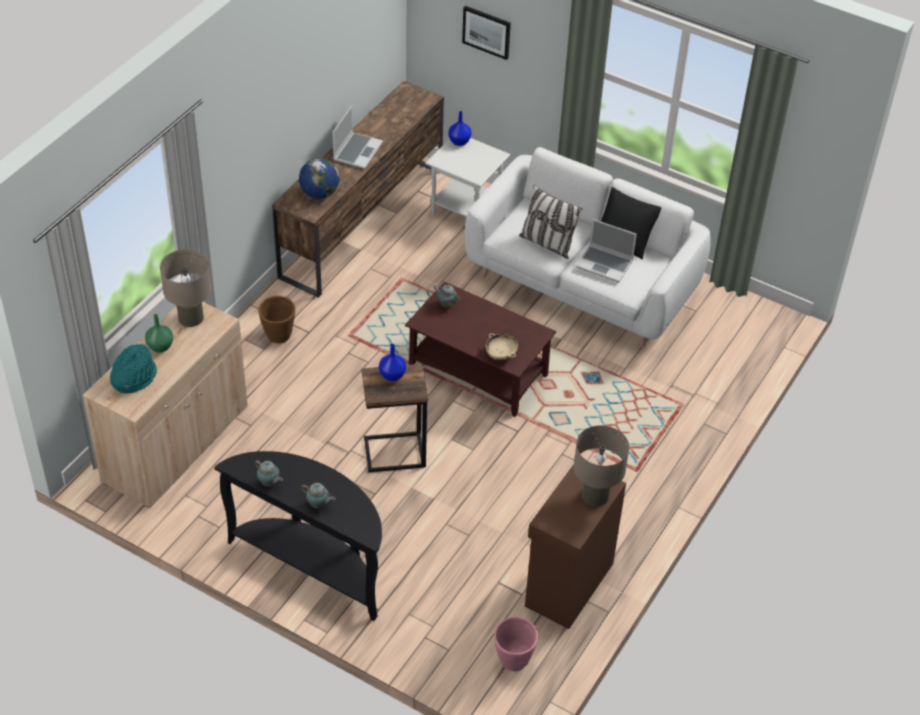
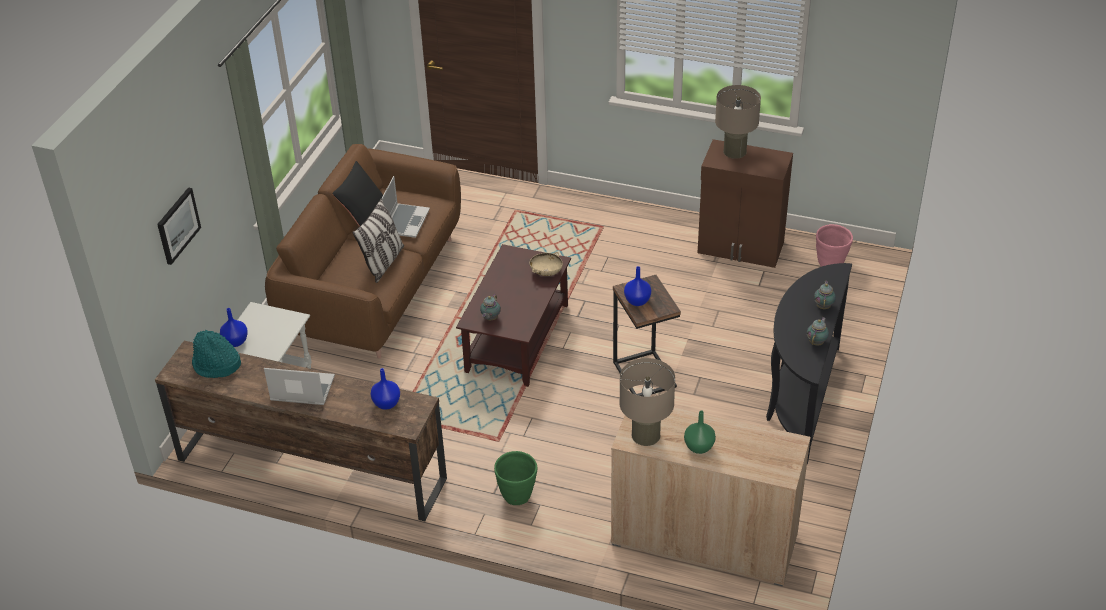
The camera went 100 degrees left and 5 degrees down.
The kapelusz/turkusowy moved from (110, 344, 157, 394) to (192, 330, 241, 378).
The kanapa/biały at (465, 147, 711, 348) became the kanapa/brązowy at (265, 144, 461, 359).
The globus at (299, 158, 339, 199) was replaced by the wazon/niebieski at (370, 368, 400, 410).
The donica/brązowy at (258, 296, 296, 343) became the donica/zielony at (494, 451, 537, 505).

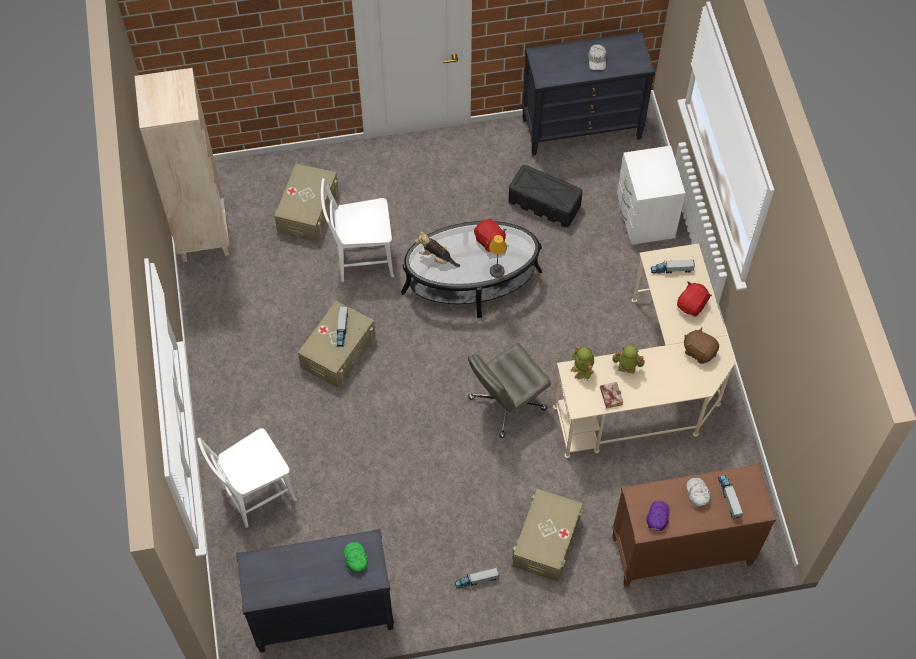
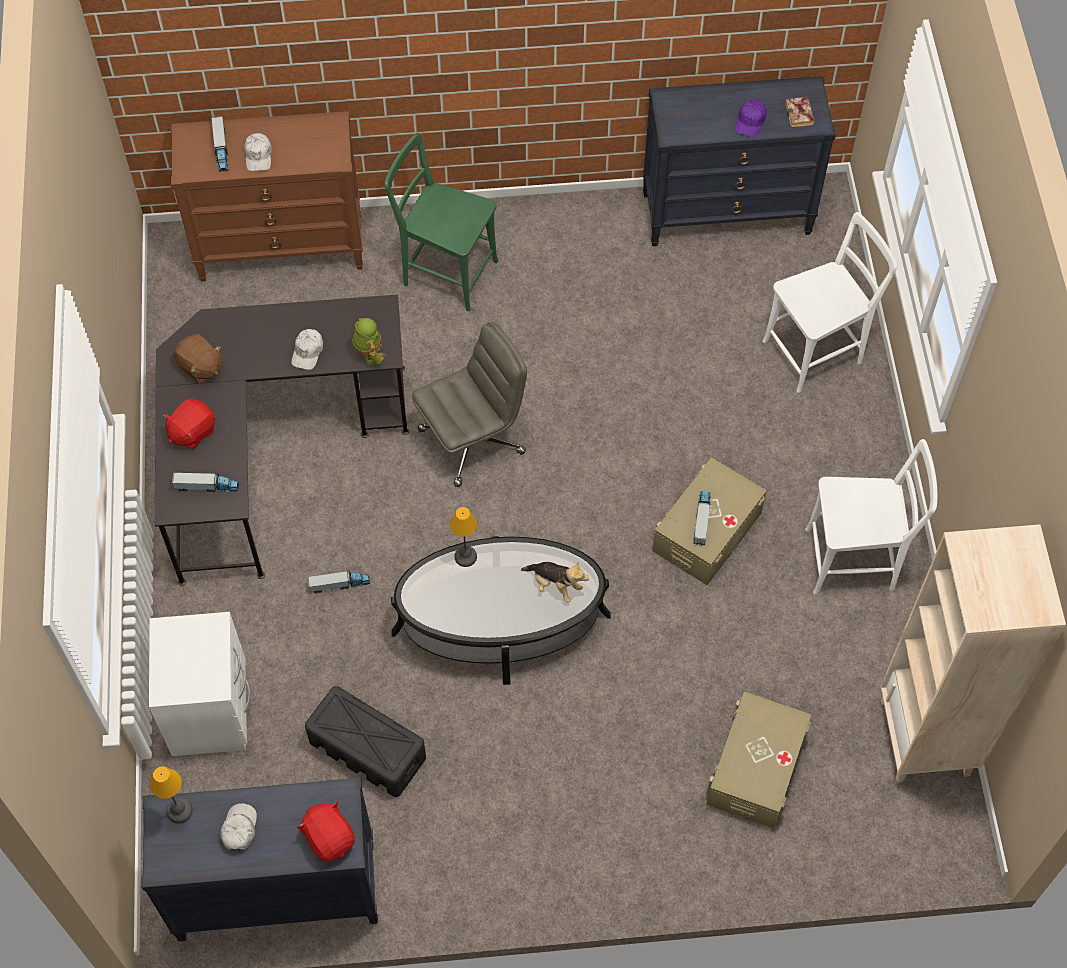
The camera went 175 degrees left and 0 degrees up.
The lampa stołowa at (150, 766, 193, 824) appeared.
The biurko/beżowy at (553, 243, 735, 458) became the biurko/czarny at (155, 295, 409, 586).
The robot zabawkowy at (613, 345, 645, 374) was replaced by the czapka z daszkiem/biały at (291, 329, 323, 370).
The pluszak/czerwony moved from (474, 219, 507, 252) to (297, 801, 355, 862).
The ciężarówka zabawkowa moved from (455, 568, 499, 589) to (307, 570, 370, 593).
The pojemnik do przechowywania/beżowy at (512, 489, 583, 582) was replaced by the krzesło/zielony at (384, 133, 498, 311).
The czapka z daszkiem/fioletowy moved from (647, 501, 670, 531) to (735, 100, 766, 138).
The książka moved from (600, 382, 623, 409) to (785, 97, 814, 128).
The krzesło/biały moved from (321, 178, 394, 282) to (805, 439, 937, 595).
The czapka z daszkiem/zielony at (344, 542, 368, 573) disappeared.

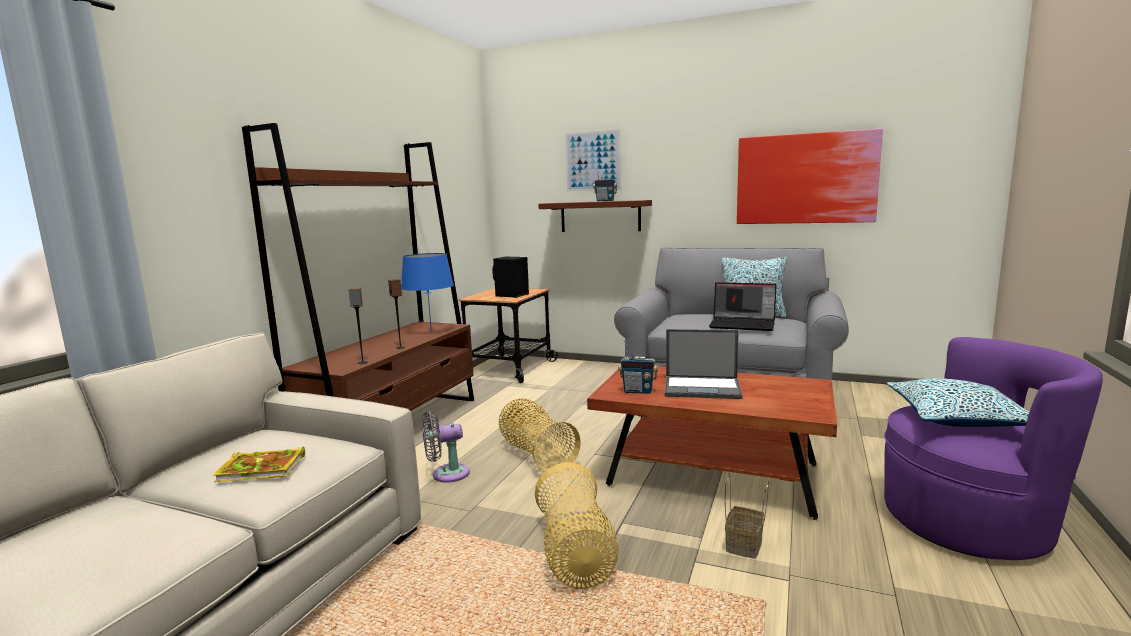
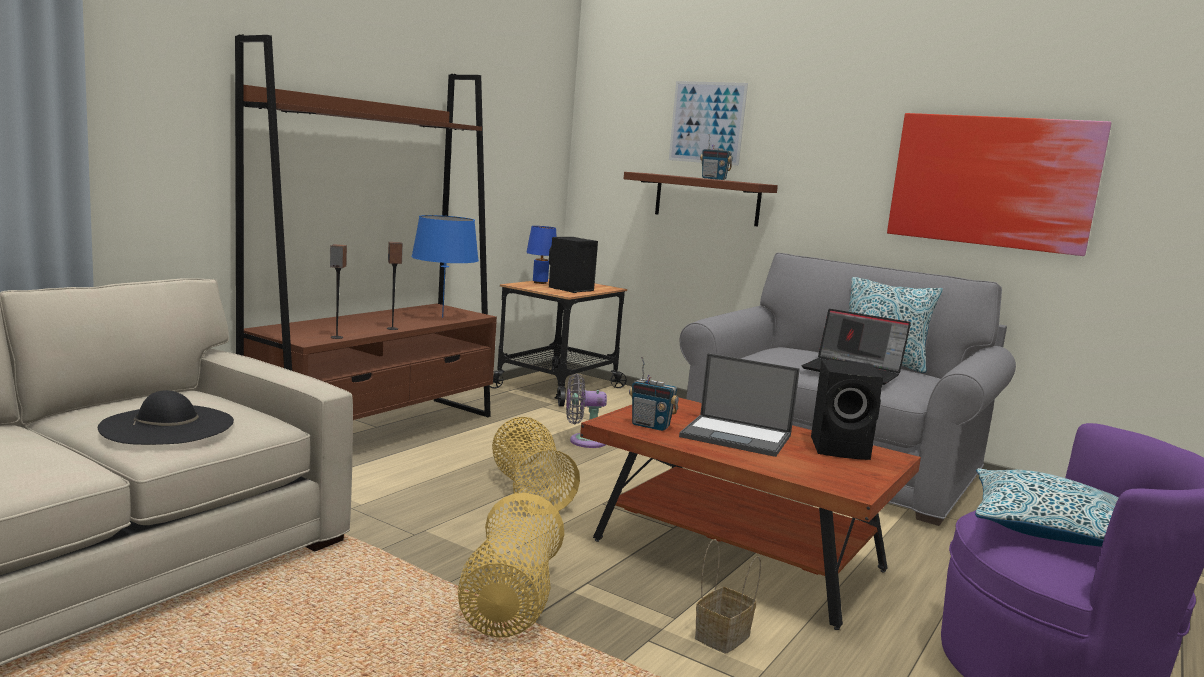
The camera went 10 degrees right and 0 degrees up.
The książka at (213, 447, 305, 482) was replaced by the kapelusz/czarny at (98, 390, 234, 445).
The lampa stołowa/niebieski at (526, 226, 557, 284) appeared.
The wentylator/szary moved from (422, 411, 470, 483) to (566, 374, 607, 448).
The głośnik/czarny at (811, 359, 883, 460) appeared.

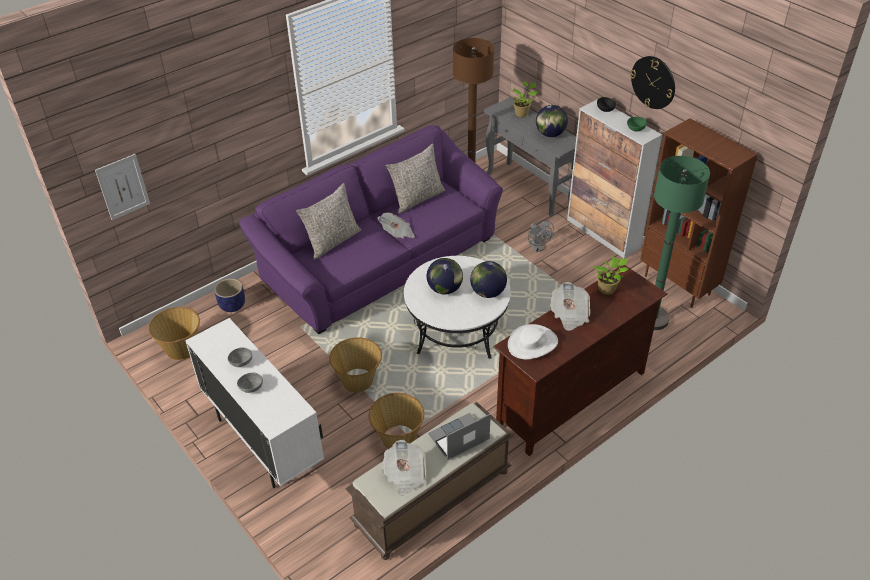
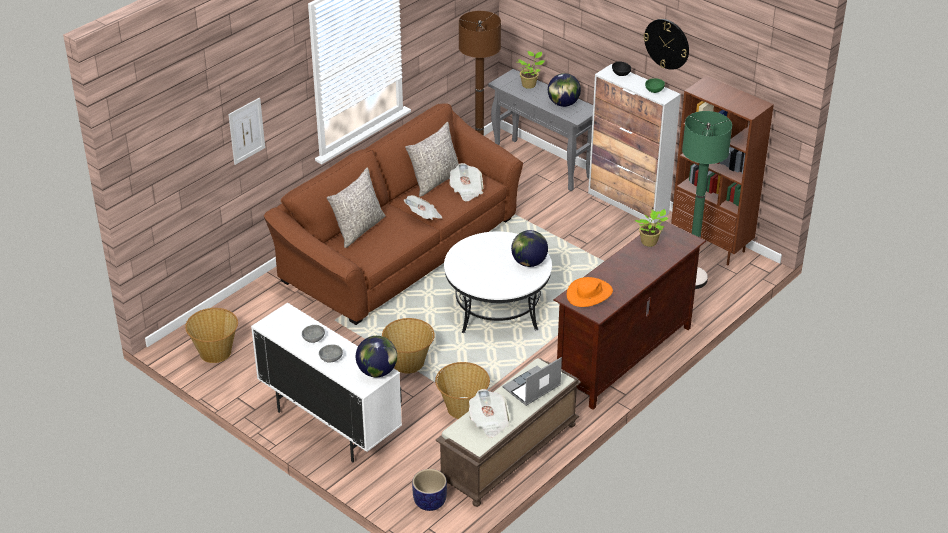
The camera went 10 degrees left and 5 degrees down.
The obraz moved from (95, 154, 150, 220) to (228, 98, 265, 165).
The kanapa/fioletowy at (239, 125, 503, 334) became the kanapa/brązowy at (264, 103, 523, 325).
The globus moved from (427, 258, 463, 295) to (356, 336, 397, 377).
The donica moved from (214, 278, 245, 312) to (412, 469, 447, 511).
The gazeta moved from (550, 282, 590, 331) to (449, 163, 483, 202).
The kapelusz/biały at (508, 324, 558, 359) became the kapelusz/pomarańczowy at (567, 277, 613, 307).
The wentylator/szary at (528, 220, 554, 252) disappeared.

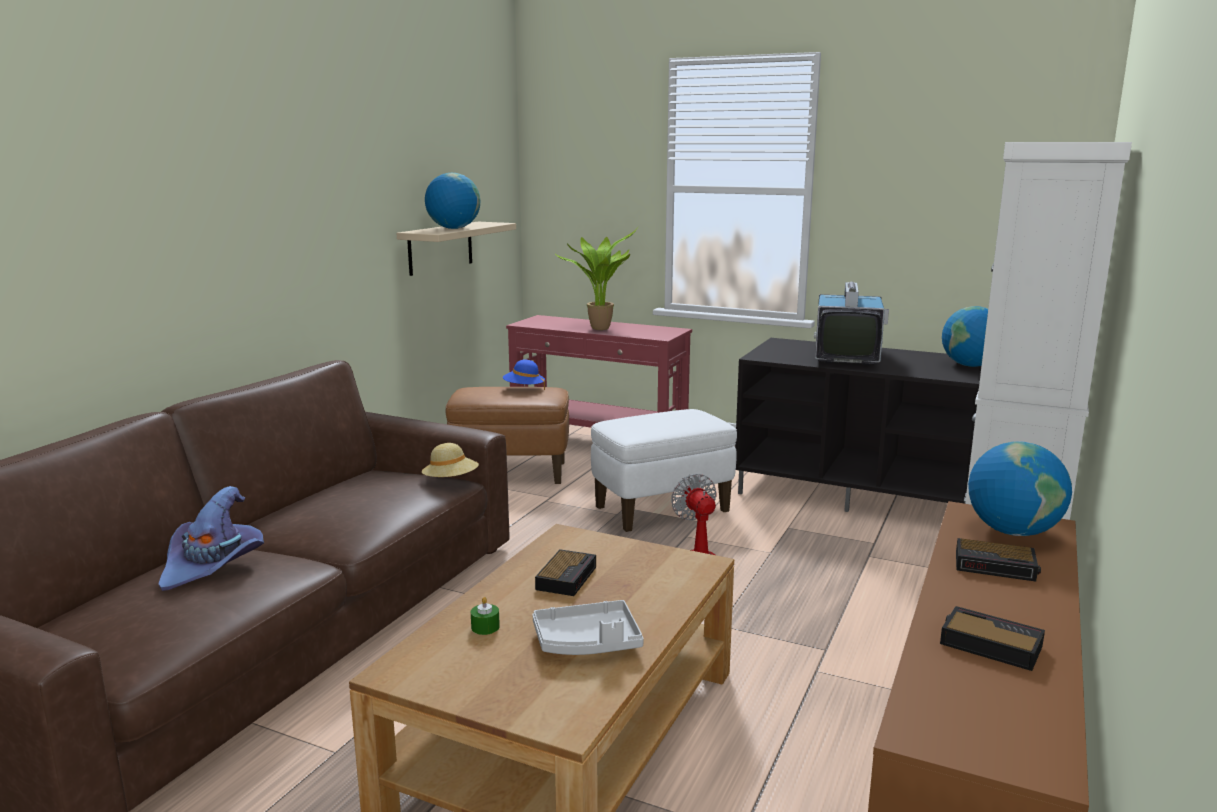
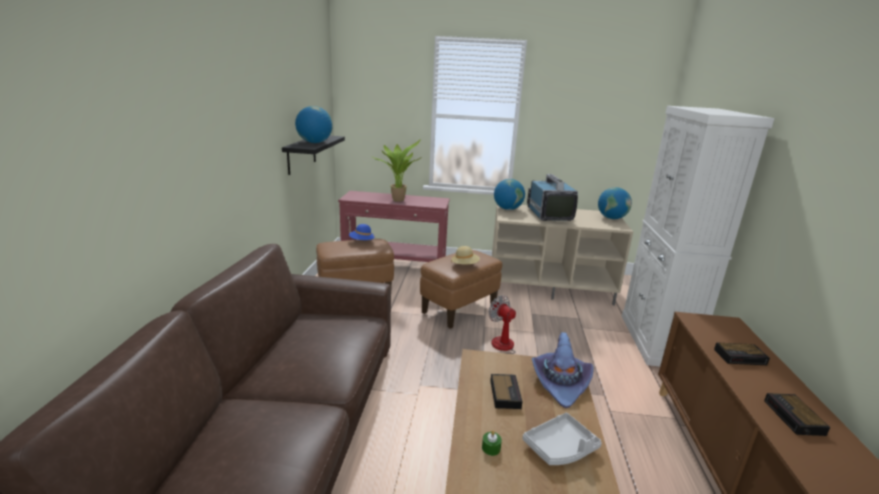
The camera went 20 degrees left and 5 degrees up.
The półka/beżowy at (396, 222, 516, 276) became the półka/czarny at (282, 136, 345, 175).
The pufa/biały at (591, 409, 737, 532) became the pufa/brązowy at (420, 250, 502, 329).
The kapelusz/beżowy moved from (422, 443, 479, 477) to (451, 246, 480, 264).
The szafka pod telewizor/czarny at (735, 338, 981, 512) became the szafka pod telewizor/beżowy at (492, 204, 633, 305).
The globus moved from (968, 442, 1072, 536) to (494, 179, 525, 210).
The kapelusz/fioletowy moved from (158, 486, 264, 591) to (532, 332, 594, 408).
The budzik at (940, 606, 1045, 671) turned 105 degrees counterclockwise.

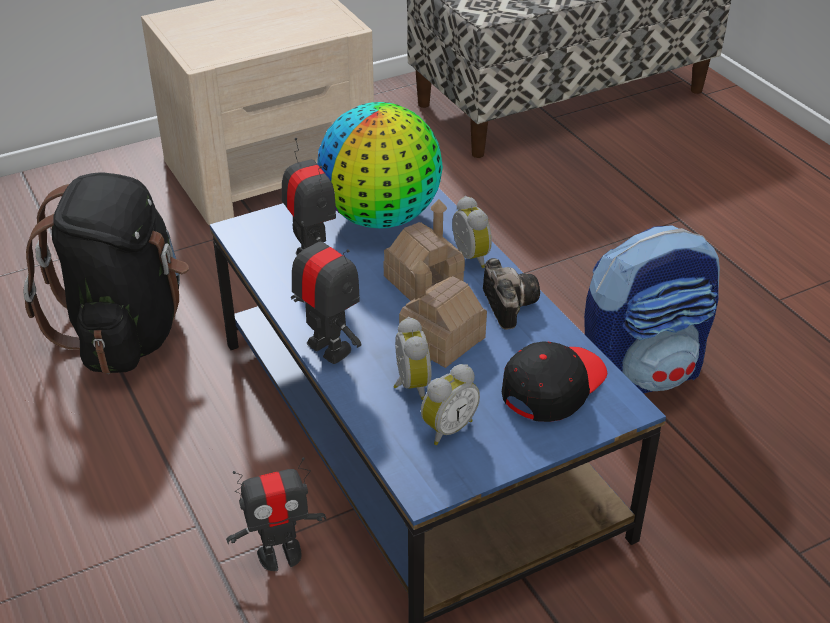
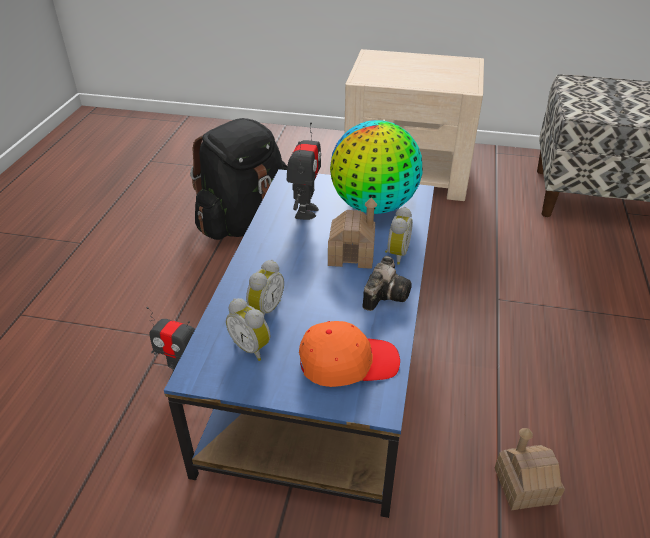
The camera went 40 degrees right and 0 degrees up.
The budzik at (421, 364, 480, 445) turned 45 degrees clockwise.
The czapka z daszkiem/czarny at (502, 341, 607, 422) became the czapka z daszkiem/pomarańczowy at (299, 321, 400, 387).
The domek moved from (399, 259, 487, 368) to (495, 428, 565, 510).
The robot zabawkowy at (291, 221, 361, 364) disappeared.
The plecak at (584, 225, 720, 393) disappeared.

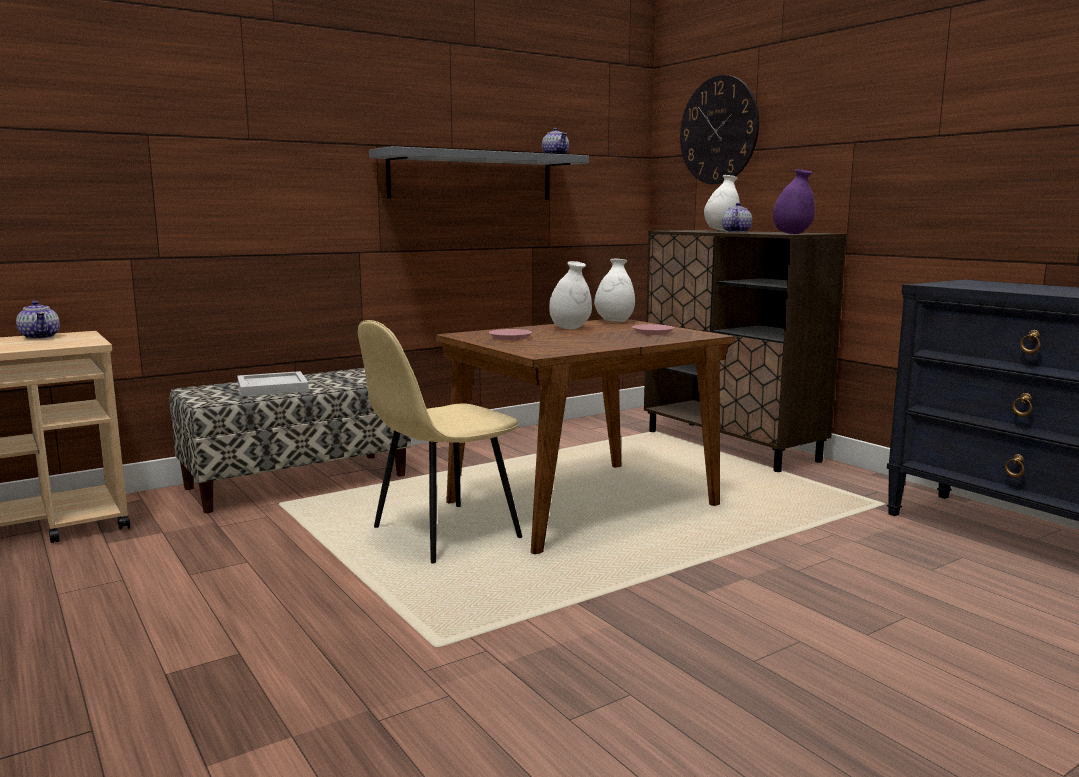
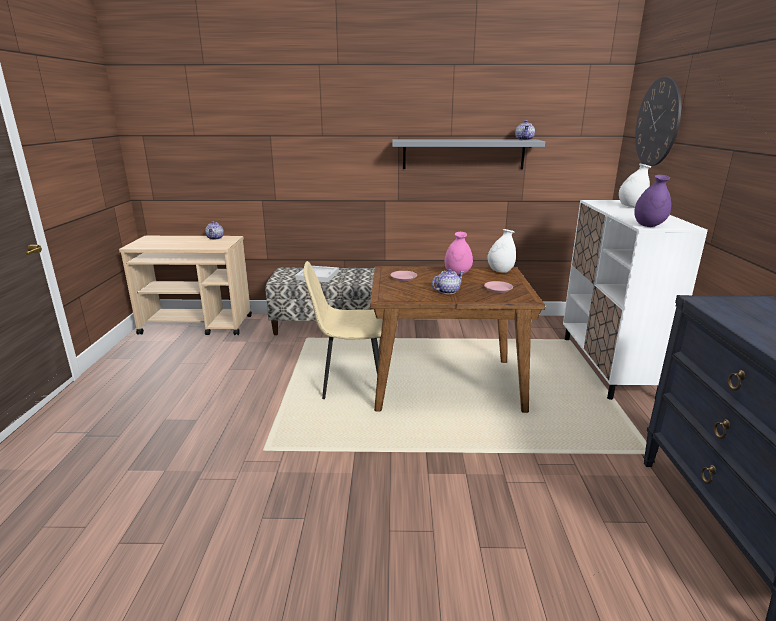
The camera went 35 degrees right and 10 degrees up.
The imbryk moved from (722, 203, 752, 232) to (432, 269, 464, 294).
The wazon/biały at (549, 261, 592, 330) became the wazon/różowy at (445, 232, 473, 275).
The szafka/brązowy at (644, 230, 847, 472) became the szafka/biały at (563, 200, 708, 400).

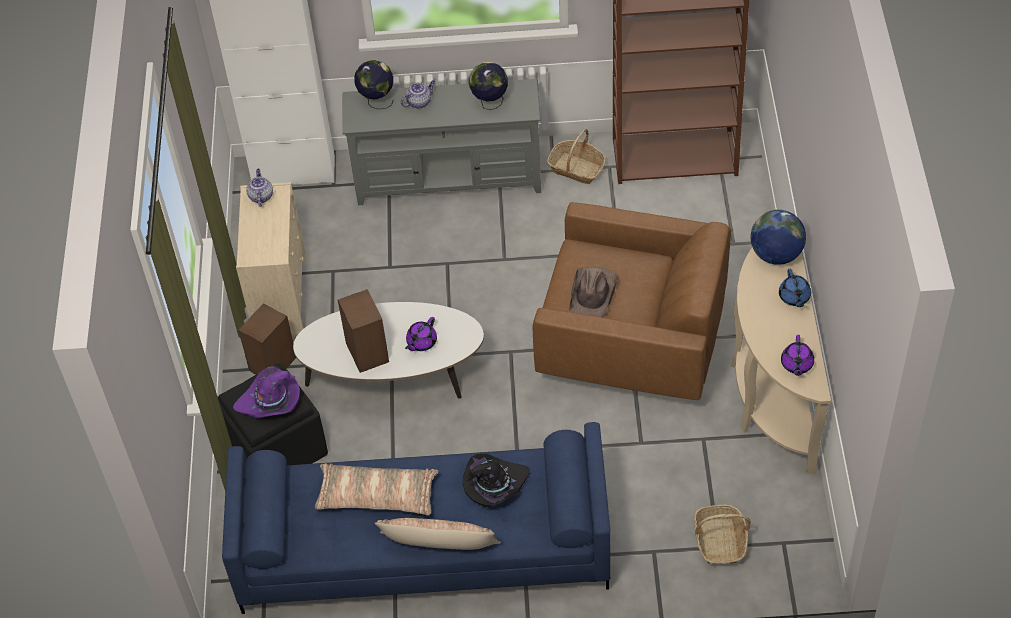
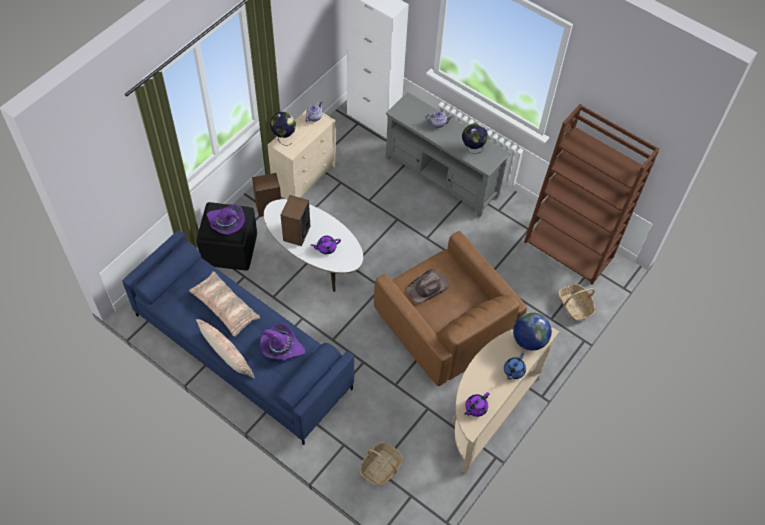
The camera went 35 degrees right and 5 degrees up.
The kapelusz/czarny at (462, 454, 530, 507) became the kapelusz/fioletowy at (260, 324, 305, 360).
The globus moved from (354, 60, 394, 109) to (270, 112, 296, 145).
The koszyk moved from (547, 129, 606, 184) to (558, 284, 595, 321).

